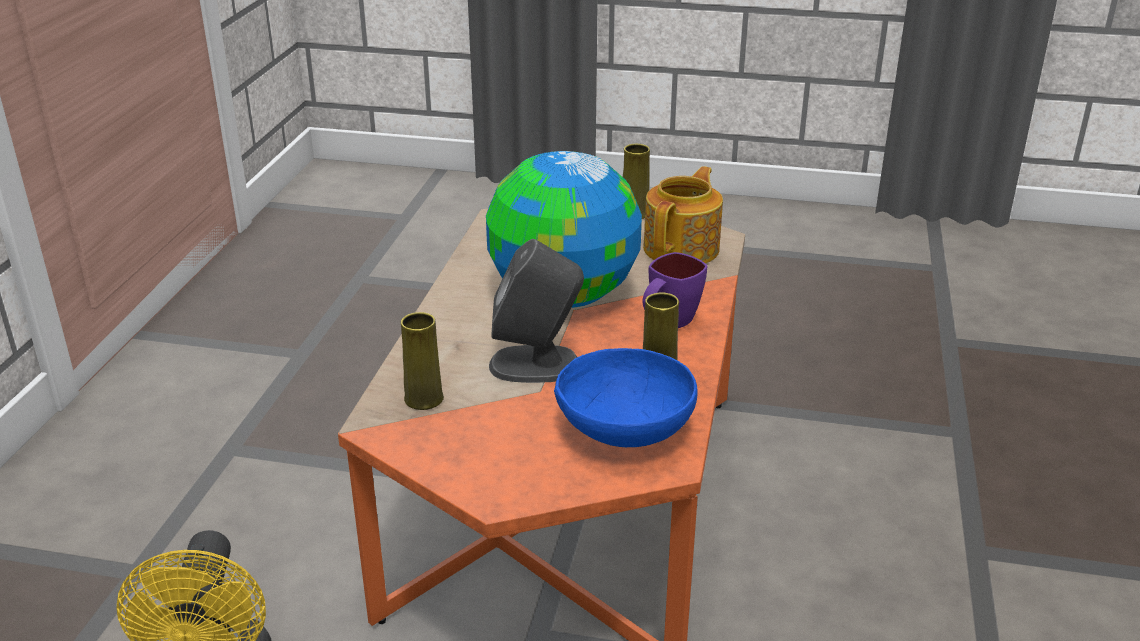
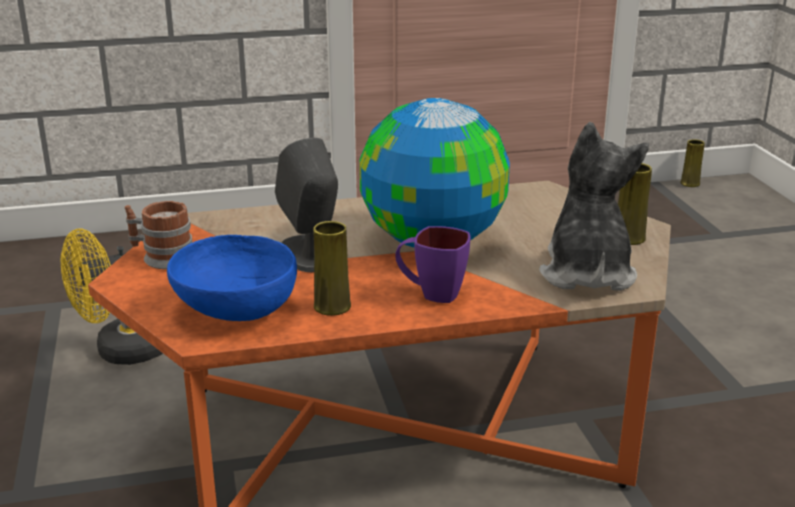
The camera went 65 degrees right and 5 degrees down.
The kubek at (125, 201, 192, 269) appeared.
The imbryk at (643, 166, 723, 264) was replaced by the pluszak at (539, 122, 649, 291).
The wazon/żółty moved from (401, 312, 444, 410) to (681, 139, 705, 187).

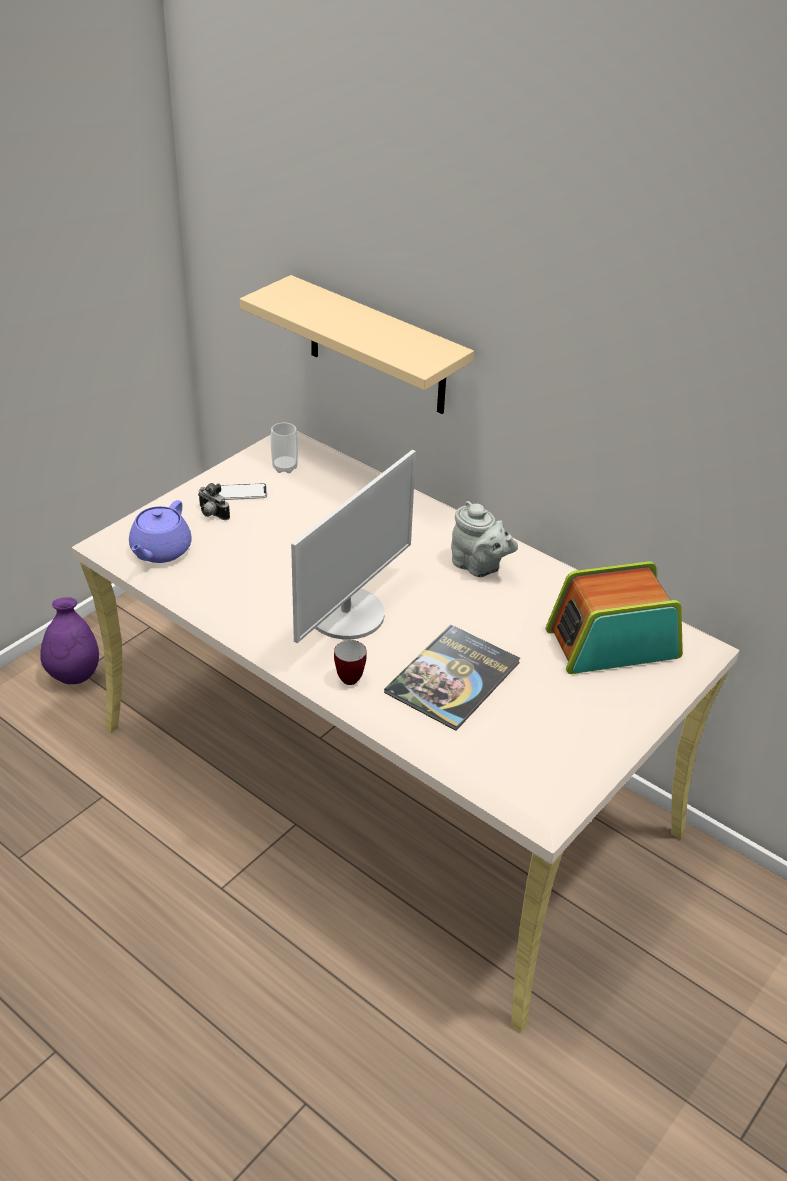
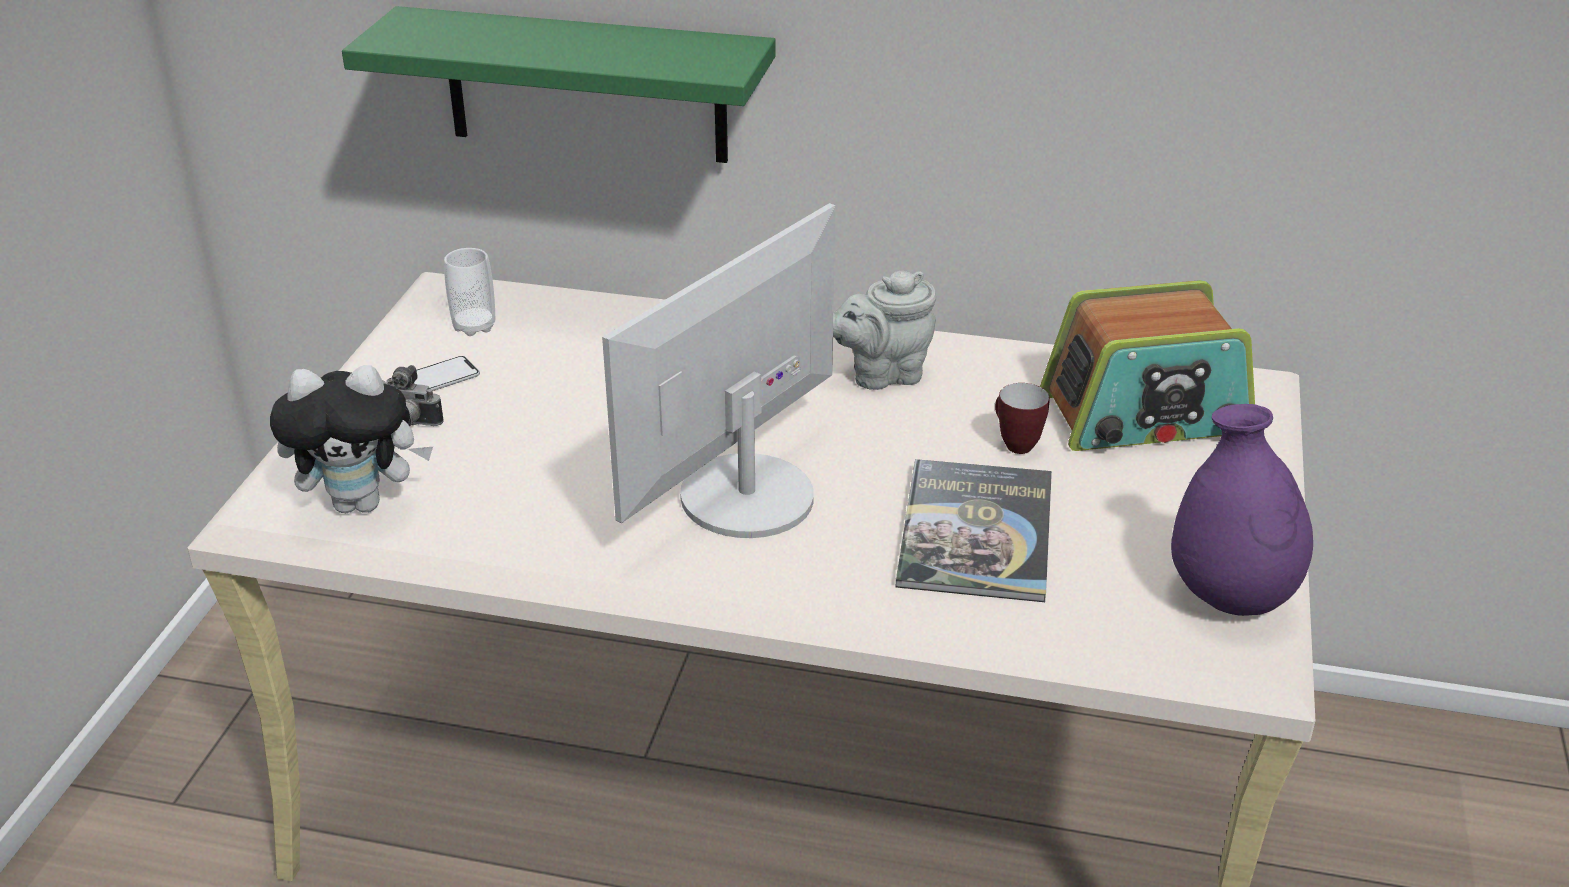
The camera went 25 degrees left and 5 degrees down.
The imbryk/fioletowy at (129, 500, 192, 563) was replaced by the pluszak at (270, 365, 433, 513).
The półka/beżowy at (240, 275, 474, 414) became the półka/zielony at (342, 6, 776, 163).
The monitor at (291, 450, 416, 643) turned 150 degrees counterclockwise.
The imbryk/szary at (451, 501, 518, 577) turned 150 degrees clockwise.
The kubek moved from (334, 640, 367, 685) to (995, 383, 1050, 454).
The radio at (546, 561, 683, 674) turned 150 degrees counterclockwise.
The wazon/fioletowy moved from (40, 597, 99, 684) to (1171, 404, 1313, 616).

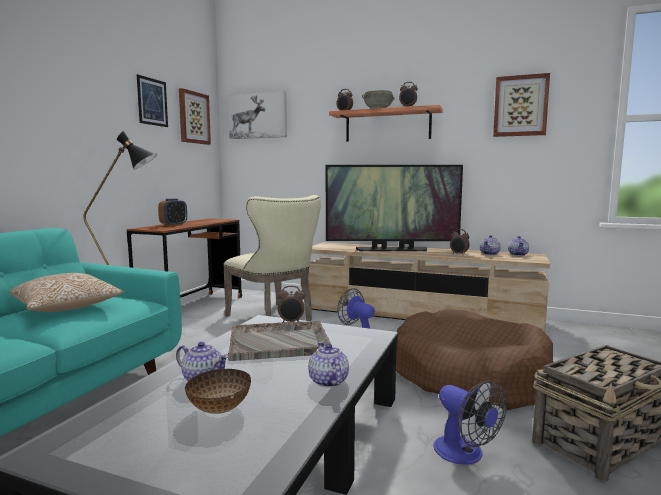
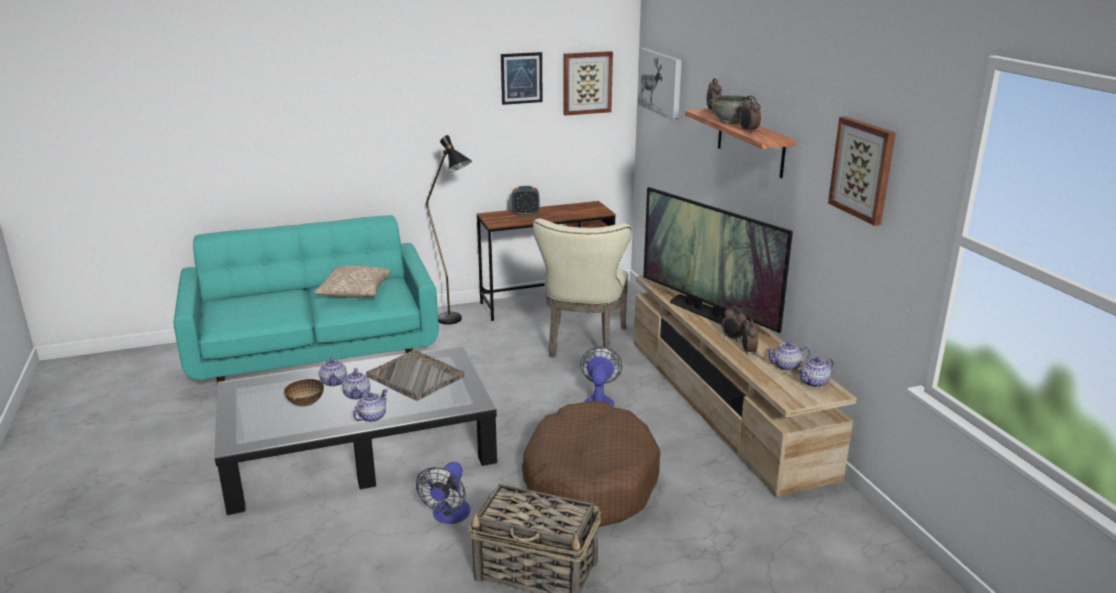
The camera went 50 degrees right and 15 degrees up.
The imbryk at (342, 368, 370, 400) appeared.
The budzik moved from (278, 286, 305, 322) to (722, 307, 746, 341).

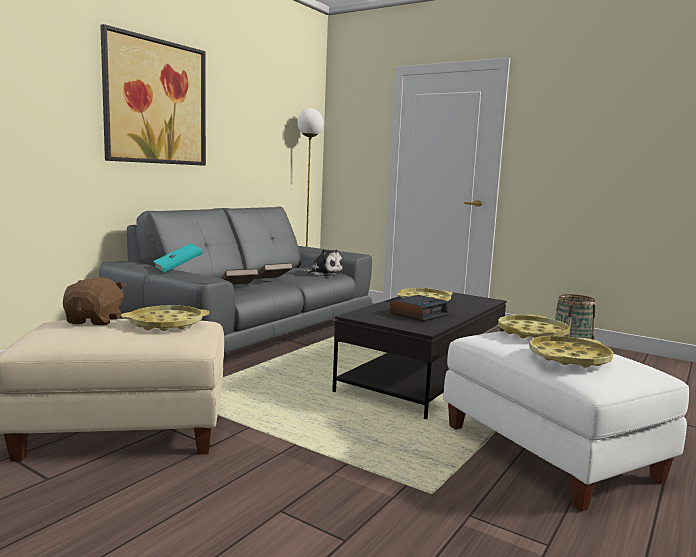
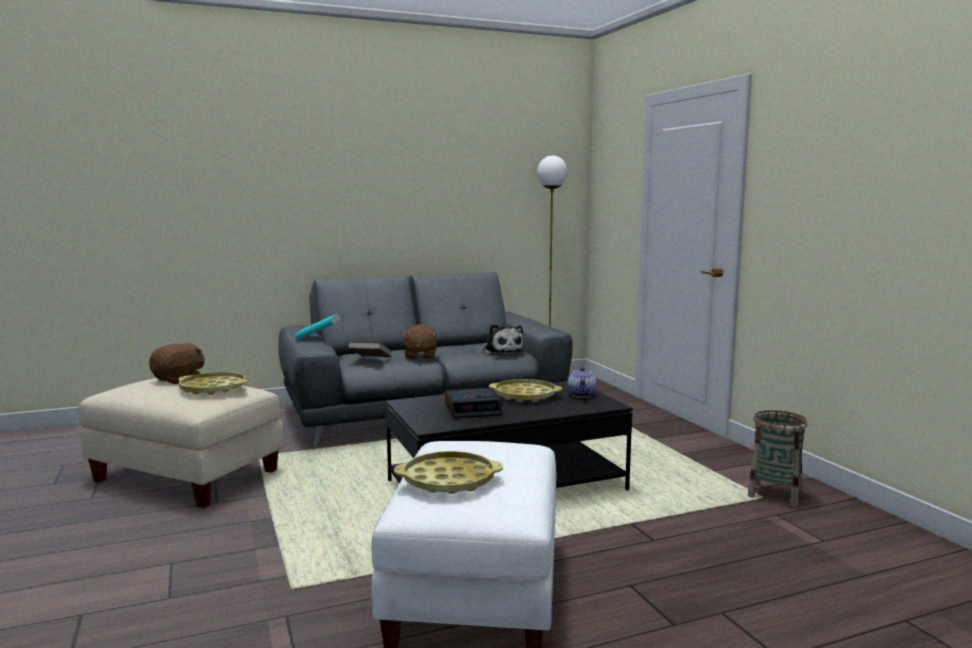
The camera went 35 degrees right and 0 degrees up.
The książka/brązowy at (255, 263, 293, 279) was replaced by the pluszak/brązowy at (401, 324, 437, 359).
The imbryk at (567, 367, 597, 398) appeared.
The obraz at (100, 24, 206, 166) disappeared.
The taca/żółty at (498, 315, 569, 338) disappeared.

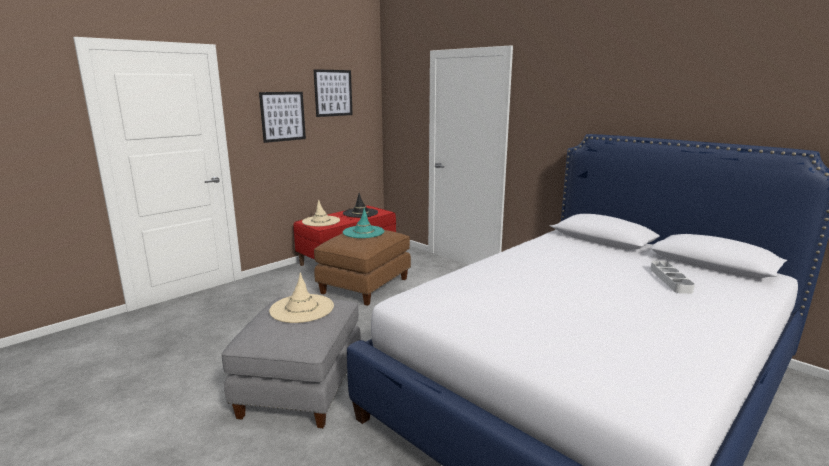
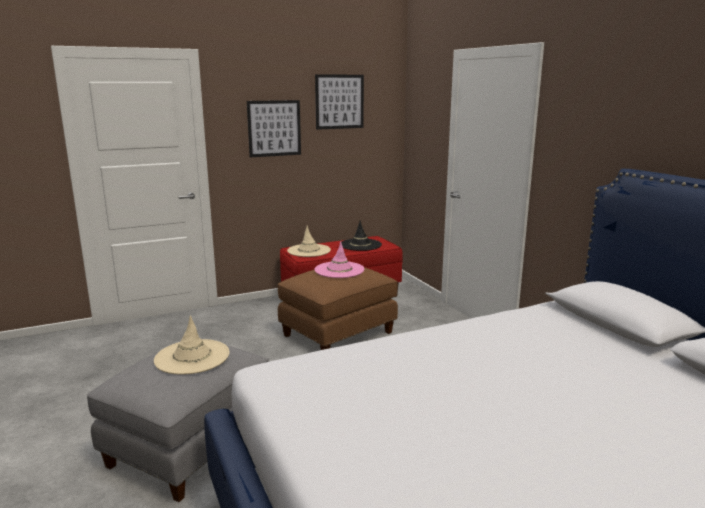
The camera went 20 degrees right and 0 degrees up.
The kapelusz/turkusowy at (343, 208, 384, 238) became the kapelusz/różowy at (315, 241, 364, 278).
The taca/szary at (650, 261, 695, 294) disappeared.

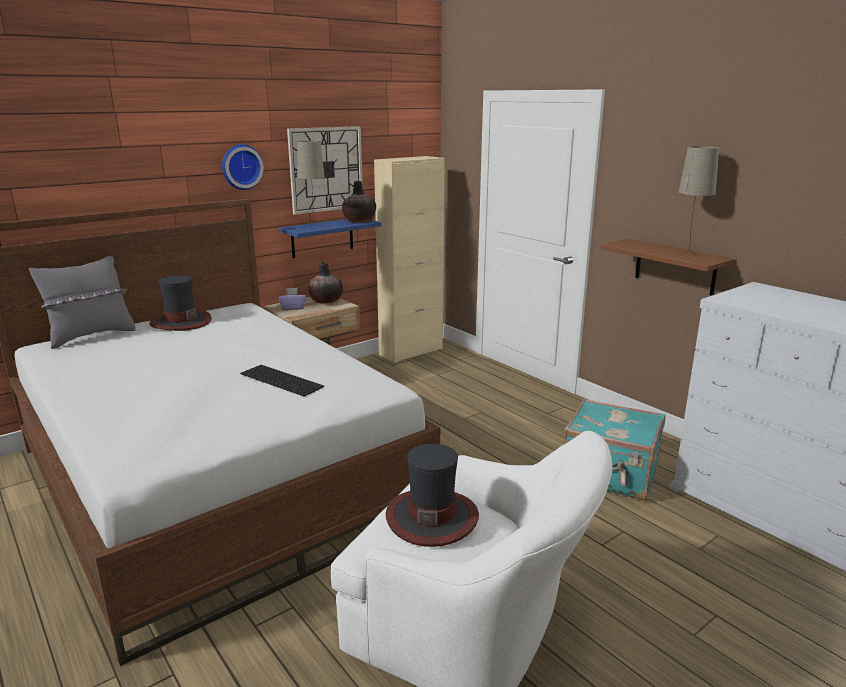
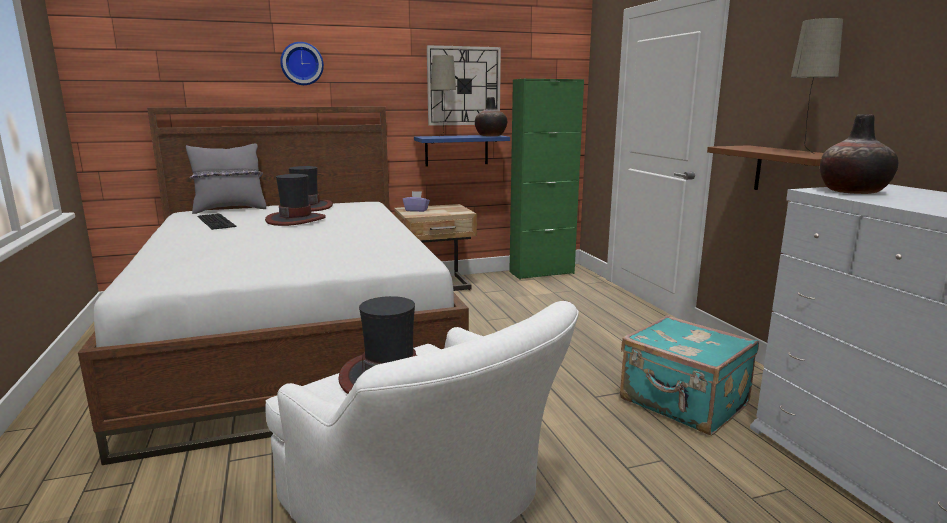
The camera went 20 degrees right and 5 degrees down.
The klawiatura moved from (240, 365, 324, 397) to (198, 214, 236, 230).
The kapelusz at (265, 174, 326, 226) appeared.
The zegar ścienny moved from (222, 144, 264, 190) to (280, 42, 324, 85).
The szafka/beżowy at (374, 156, 445, 363) became the szafka/zielony at (509, 79, 584, 279).
The wazon moved from (308, 262, 343, 304) to (820, 114, 898, 194).

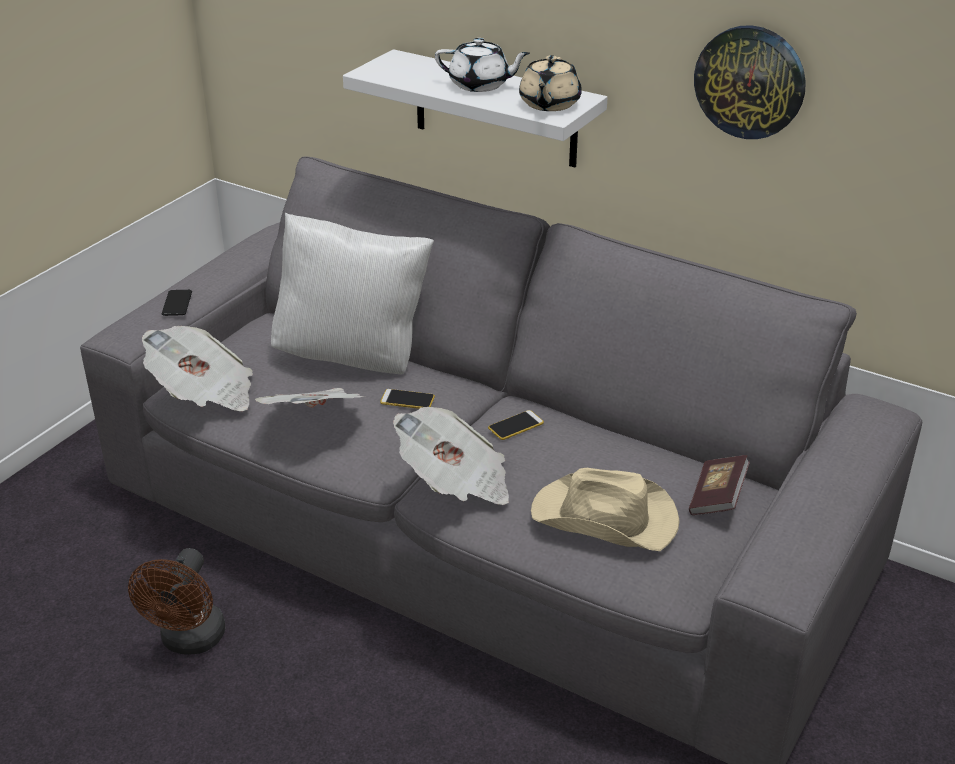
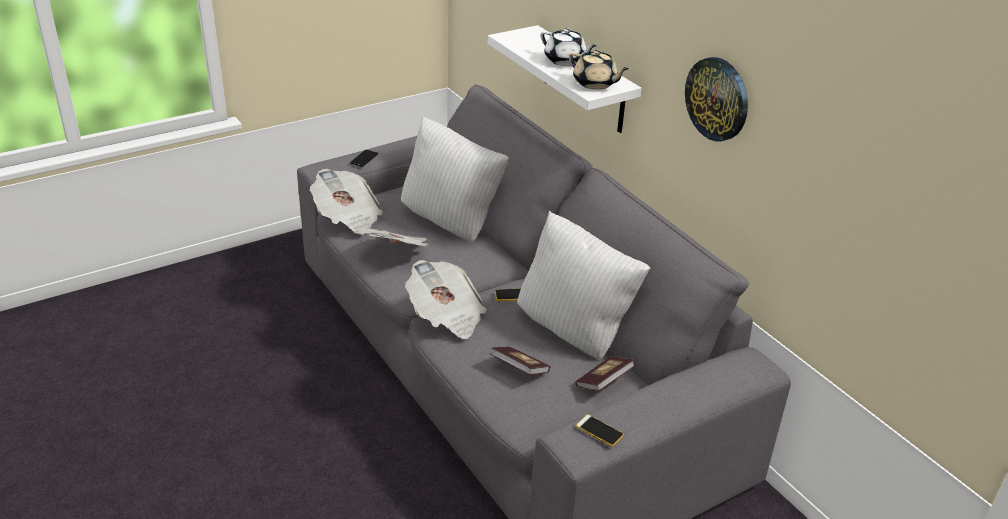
The camera went 25 degrees right and 0 degrees up.
The kapelusz/beżowy at (531, 468, 680, 551) was replaced by the książka at (490, 347, 550, 375).
The poduszka/biały at (517, 211, 650, 359) appeared.
The imbryk/beżowy at (519, 55, 582, 111) turned 90 degrees counterclockwise.
The telefon moved from (380, 389, 435, 409) to (576, 415, 624, 447).
The wentylator/brązowy at (128, 548, 225, 655) disappeared.

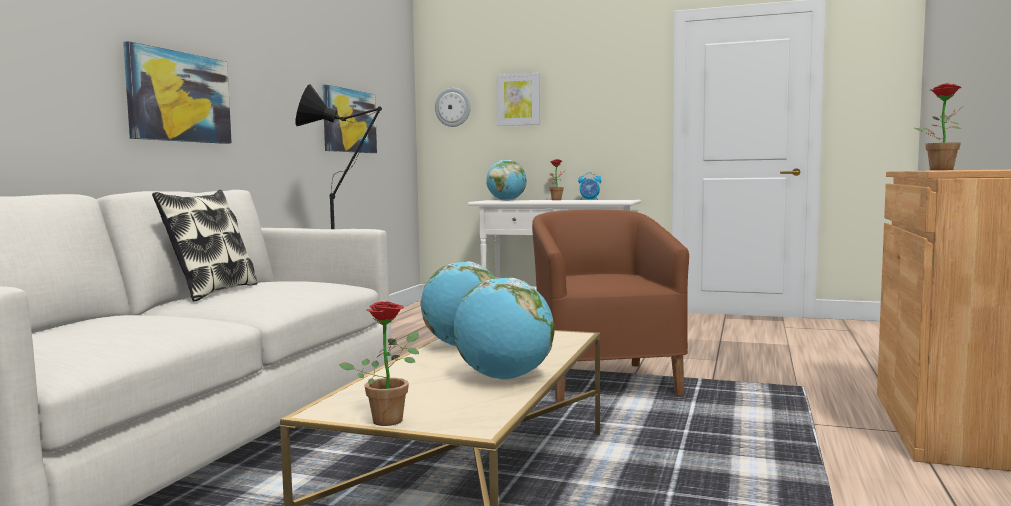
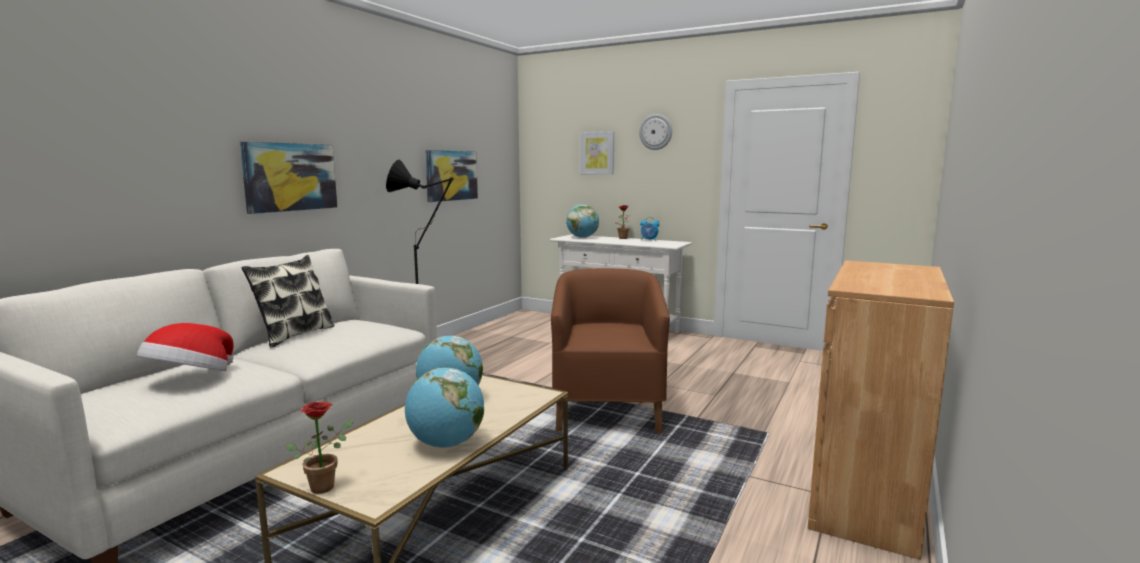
The camera went 10 degrees right and 5 degrees up.
The kapelusz at (137, 323, 234, 371) appeared.
The zegar ścienny moved from (435, 88, 471, 127) to (639, 114, 672, 150).
The roślina doniczkowa at (915, 83, 964, 170) disappeared.

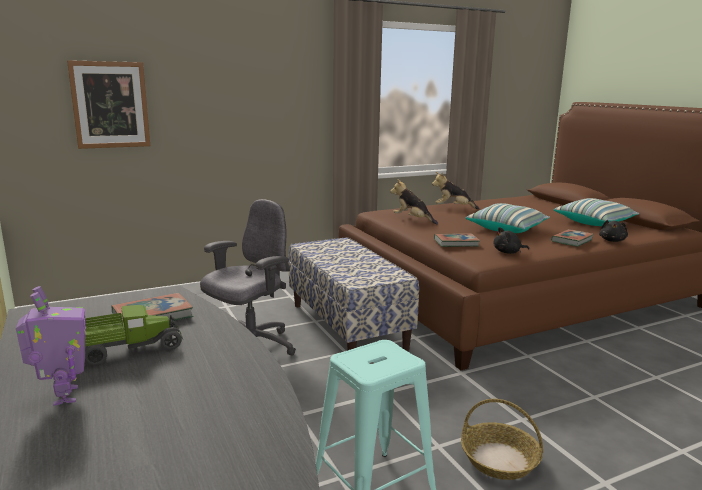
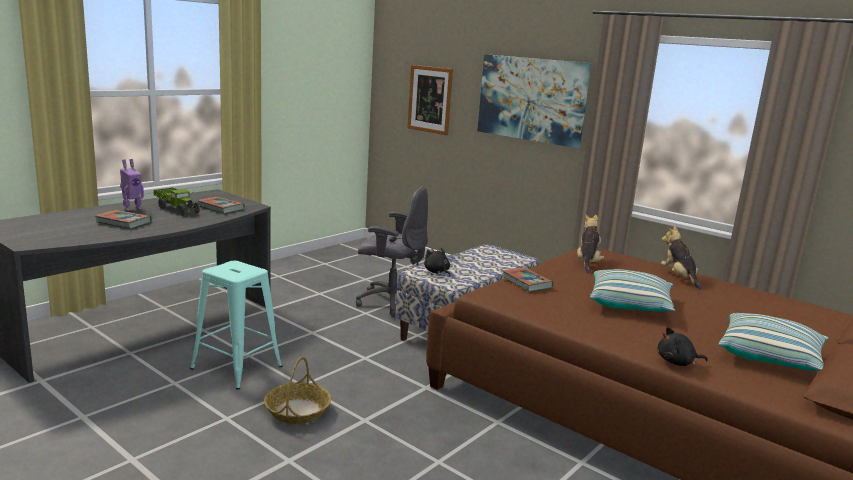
The camera went 65 degrees right and 0 degrees up.
The książka moved from (551, 229, 594, 247) to (95, 210, 151, 229).
The pluszak/czarny moved from (493, 227, 529, 254) to (424, 247, 450, 277).
The obraz at (477, 54, 591, 148) appeared.

